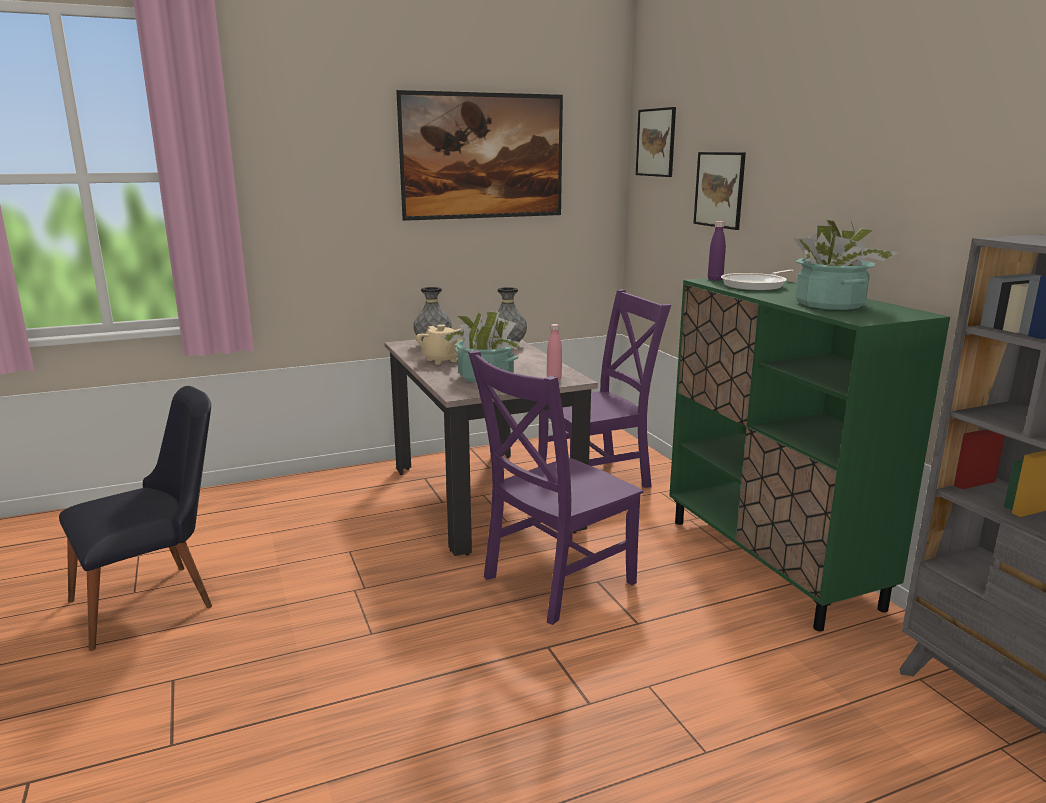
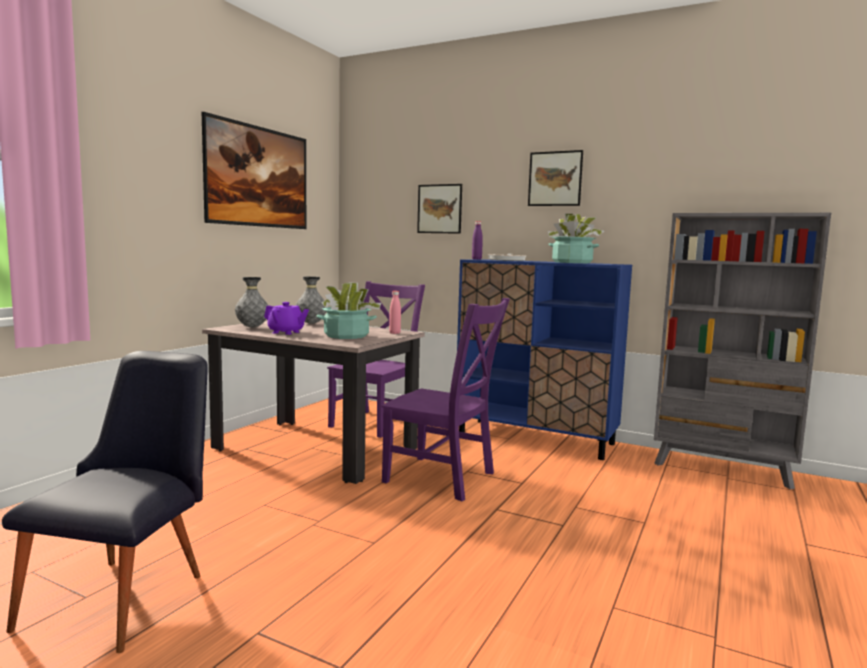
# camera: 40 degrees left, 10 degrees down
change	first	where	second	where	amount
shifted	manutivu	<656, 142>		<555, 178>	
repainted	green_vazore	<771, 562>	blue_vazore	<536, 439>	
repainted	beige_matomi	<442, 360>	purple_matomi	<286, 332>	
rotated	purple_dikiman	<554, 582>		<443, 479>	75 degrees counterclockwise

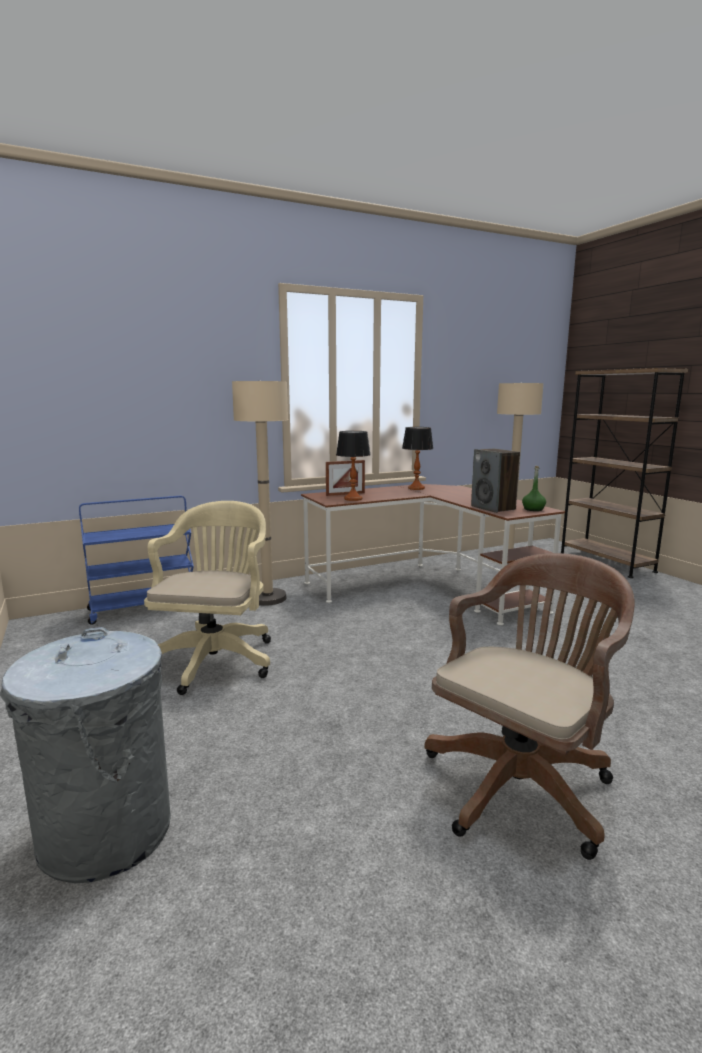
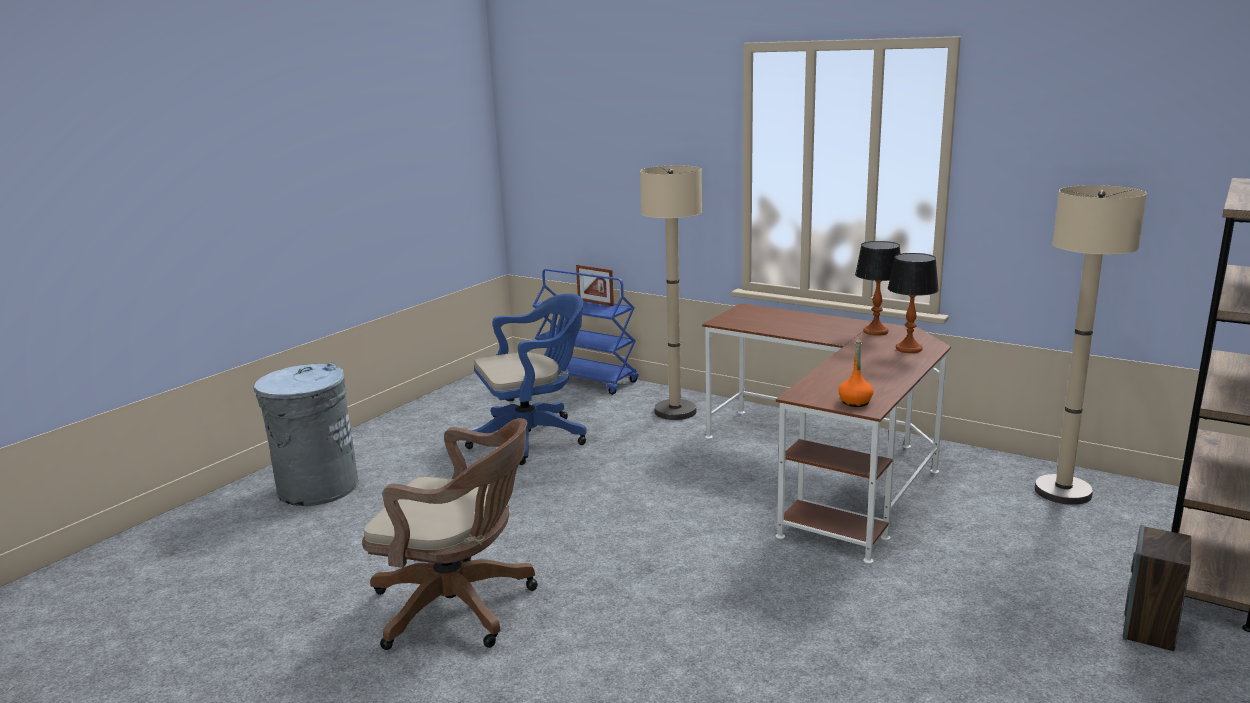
# camera: 60 degrees right, 5 degrees up
change	first	where	second	where	amount
shifted	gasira	<352, 499>		<908, 349>	
shifted	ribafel	<493, 508>		<1150, 629>	
shifted	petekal	<345, 494>		<595, 303>	
repainted	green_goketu	<533, 509>	orange_goketu	<855, 402>	
repainted	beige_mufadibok	<216, 658>	blue_mufadibok	<534, 438>	

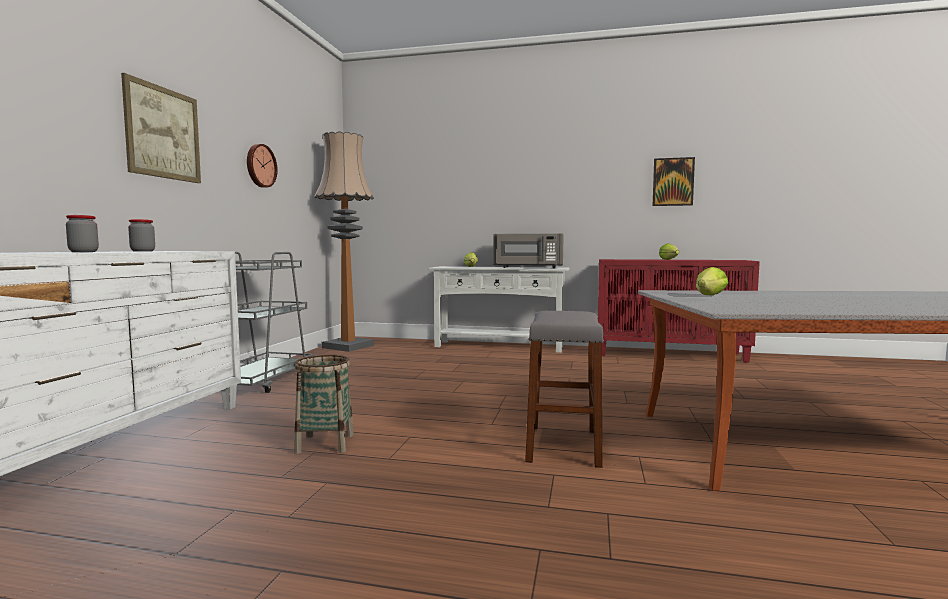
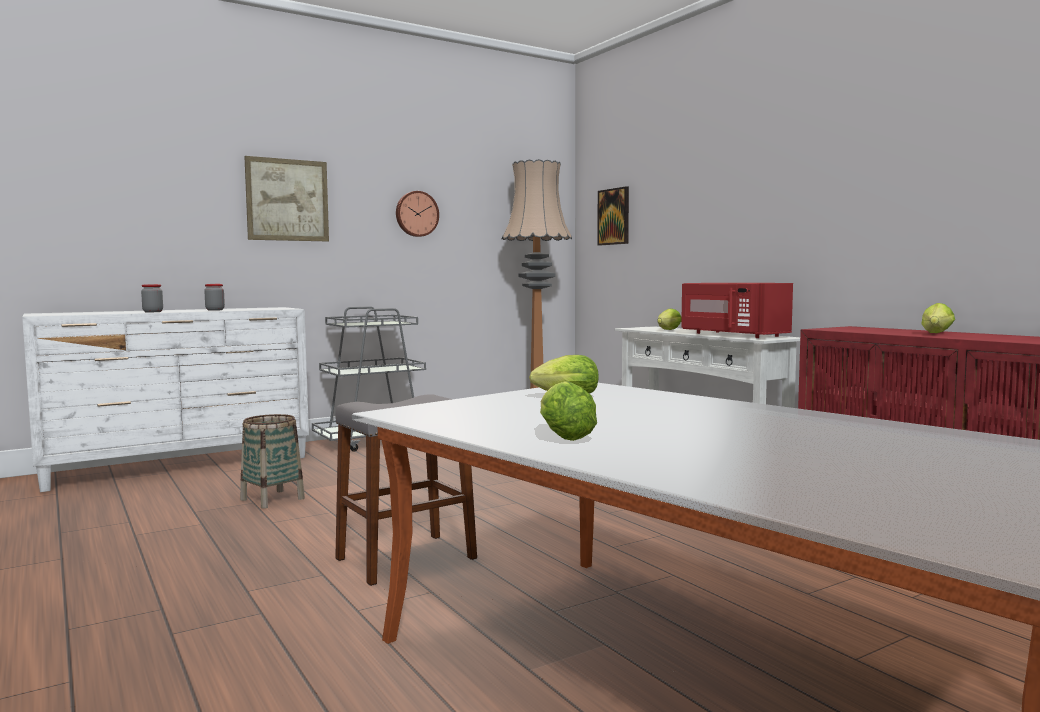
# camera: 45 degrees right, 0 degrees up
change	first	where	second	where	amount
shifted	manutivu	<673, 182>		<614, 216>	
repainted	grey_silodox	<528, 267>	red_silodox	<731, 335>	
new			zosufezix	<563, 436>	

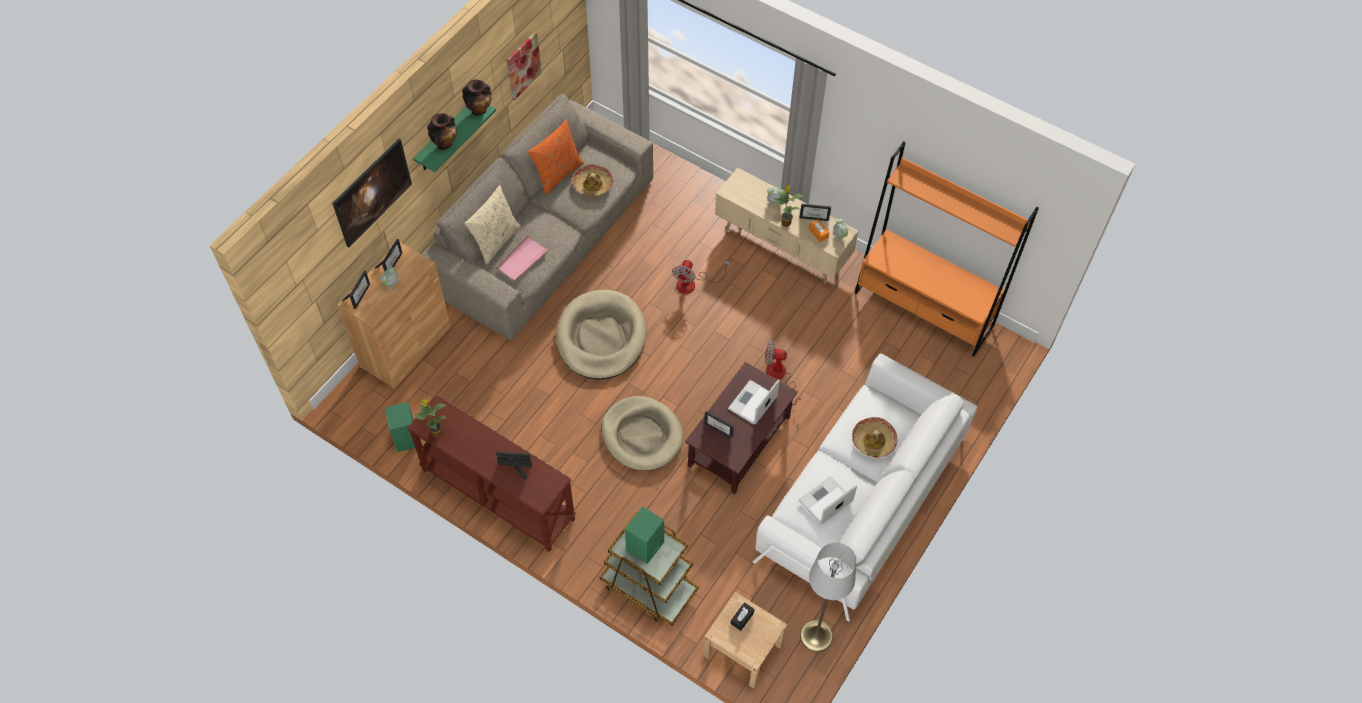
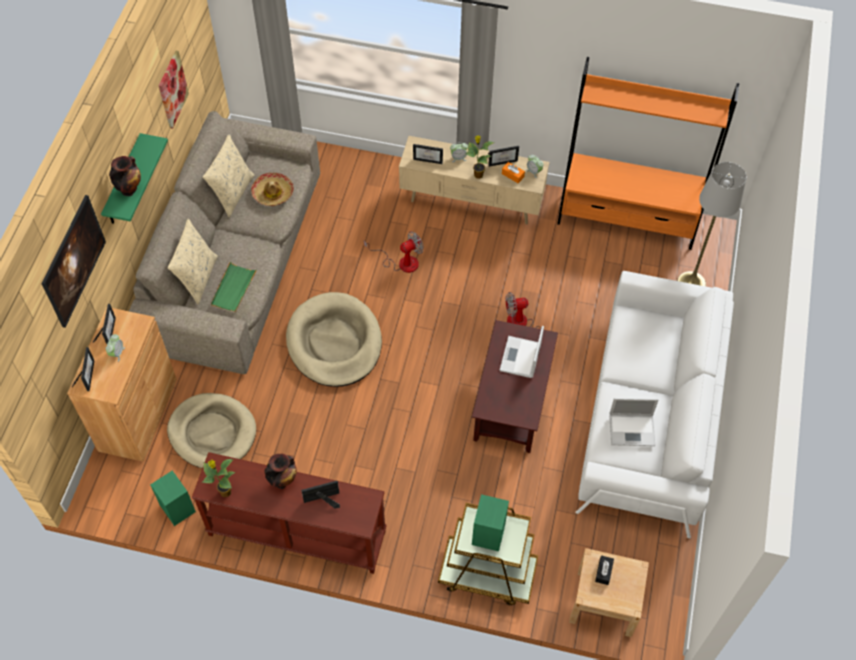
# camera: 20 degrees left, 0 degrees up
change	first	where	second	where	amount
shifted	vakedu	<480, 110>		<283, 479>	
repainted	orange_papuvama	<558, 174>	beige_papuvama	<232, 193>	
repainted	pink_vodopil	<522, 260>	green_vodopil	<233, 289>	
rotated	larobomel	<692, 283>		<401, 262>	120 degrees counterclockwise
shifted	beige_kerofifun	<642, 435>		<212, 432>	
shifted	petekal	<720, 428>		<429, 159>	
gone	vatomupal	<873, 441>			
rotated	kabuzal	<825, 501>		<633, 429>	120 degrees counterclockwise
shifted	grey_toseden	<816, 636>		<691, 283>	

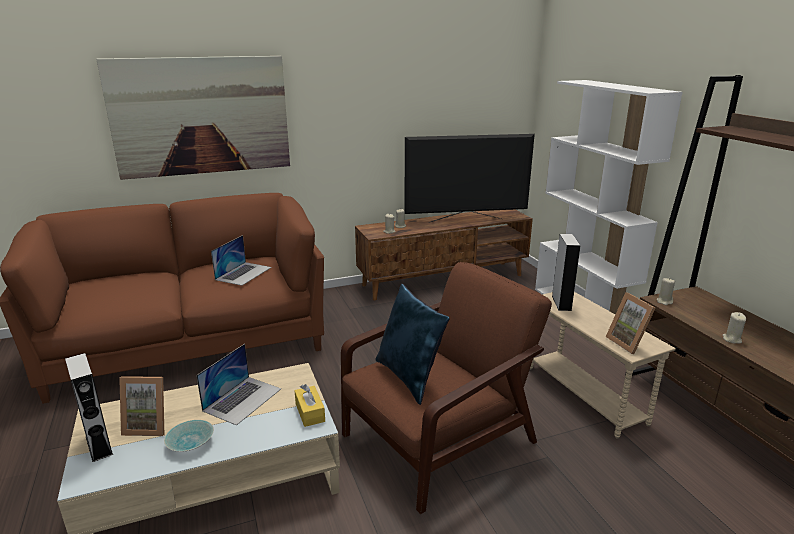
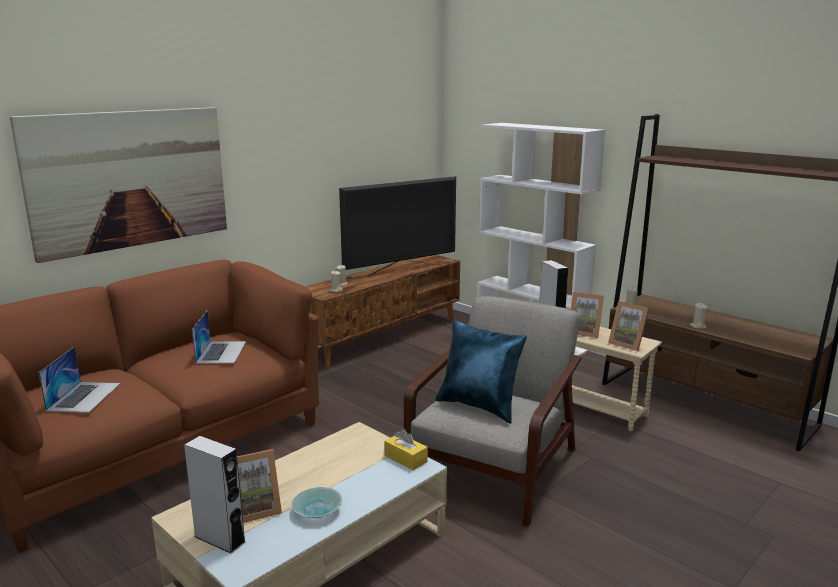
# camera: 25 degrees left, 5 degrees down
change	first	where	second	where	amount
repainted	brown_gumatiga	<441, 437>	grey_gumatiga	<495, 467>	
shifted	kabuzal	<242, 399>		<84, 396>	
new			petekal	<584, 332>	

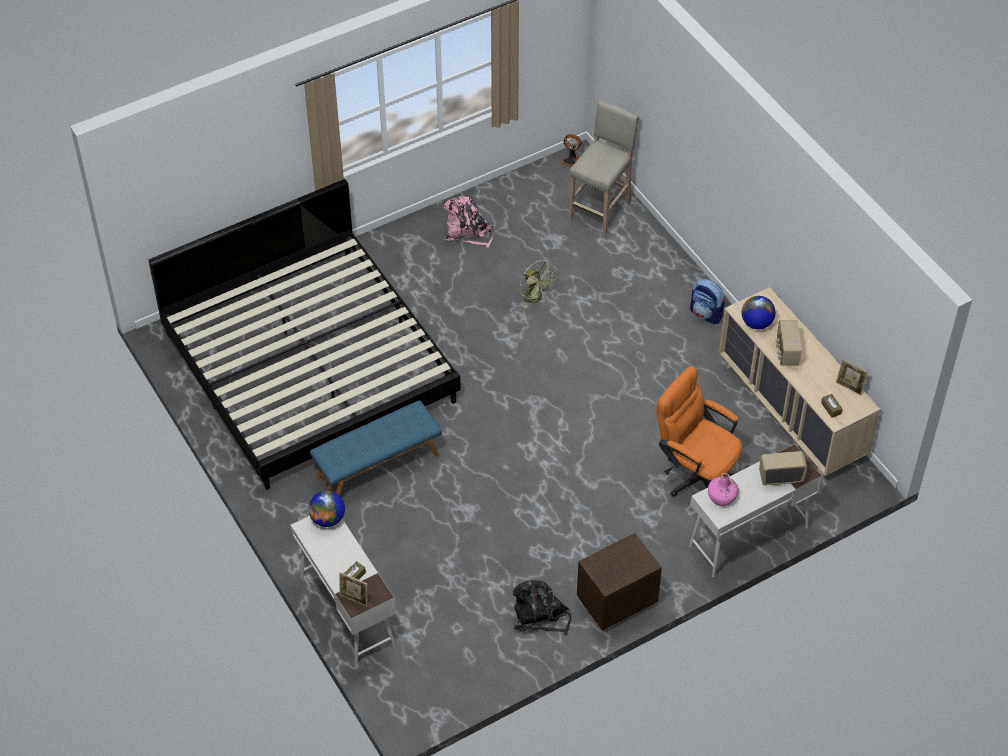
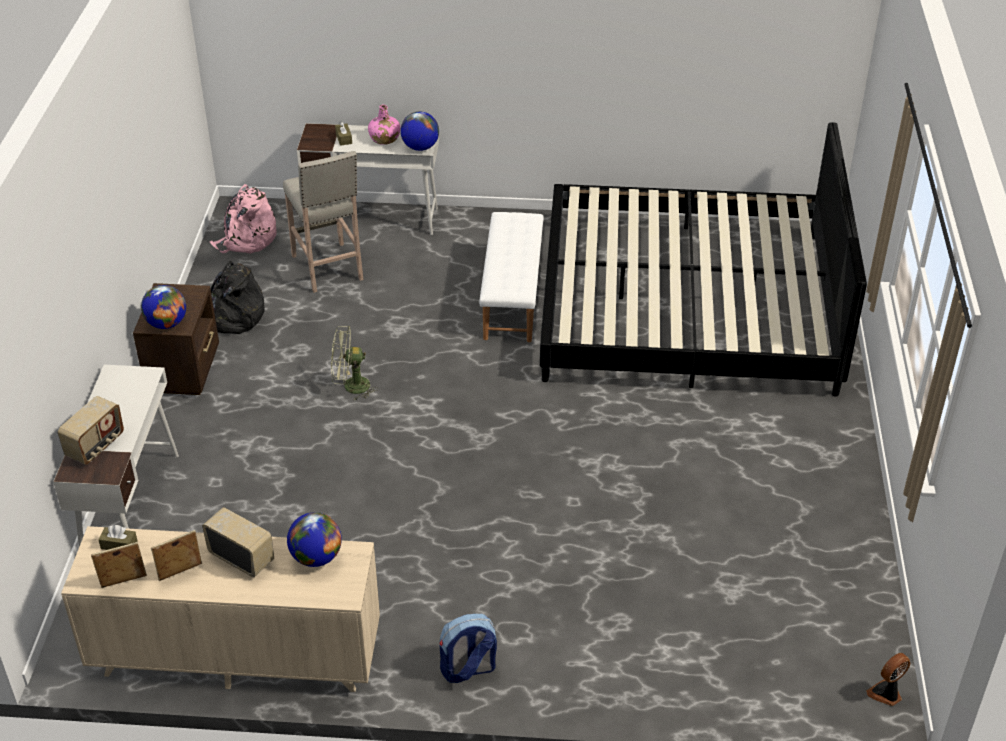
# camera: 125 degrees right, 10 degrees down
change	first	where	second	where	amount
shifted	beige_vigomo	<601, 210>		<328, 269>	
shifted	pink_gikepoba	<468, 232>		<247, 240>	
shifted	green_larobomel	<536, 298>		<351, 387>	
gone	orange_mufadibok	<695, 474>			
repainted	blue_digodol	<378, 466>	white_digodol	<513, 296>	
shifted	pink_goketu	<722, 497>		<384, 139>	
shifted	petekal	<354, 599>		<180, 573>	
new			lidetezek	<167, 324>	

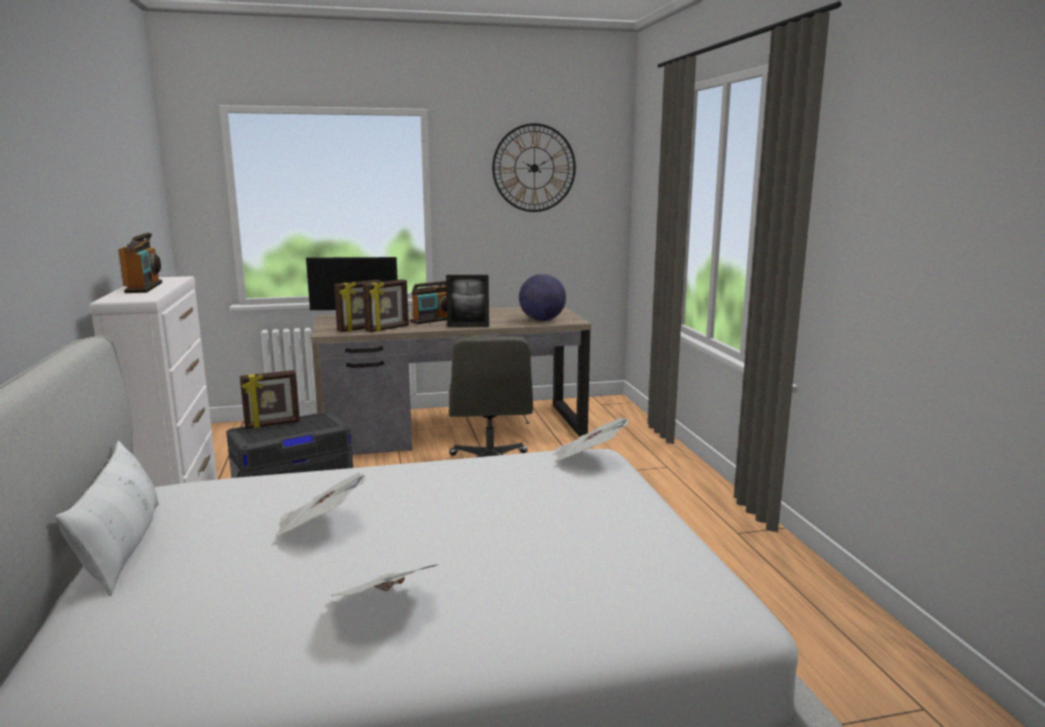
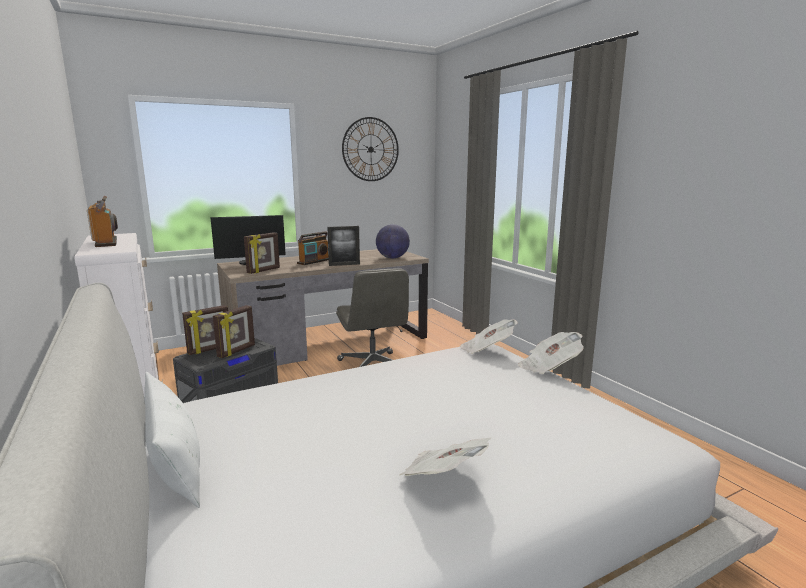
# camera: 15 degrees left, 0 degrees up
change	first	where	second	where	amount
shifted	petekal	<387, 329>		<237, 351>	
shifted	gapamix	<320, 526>		<549, 367>	

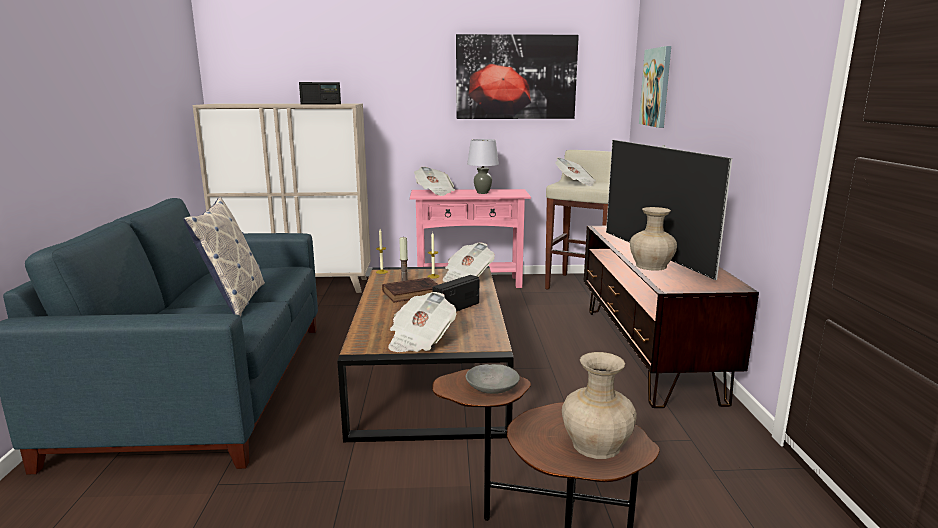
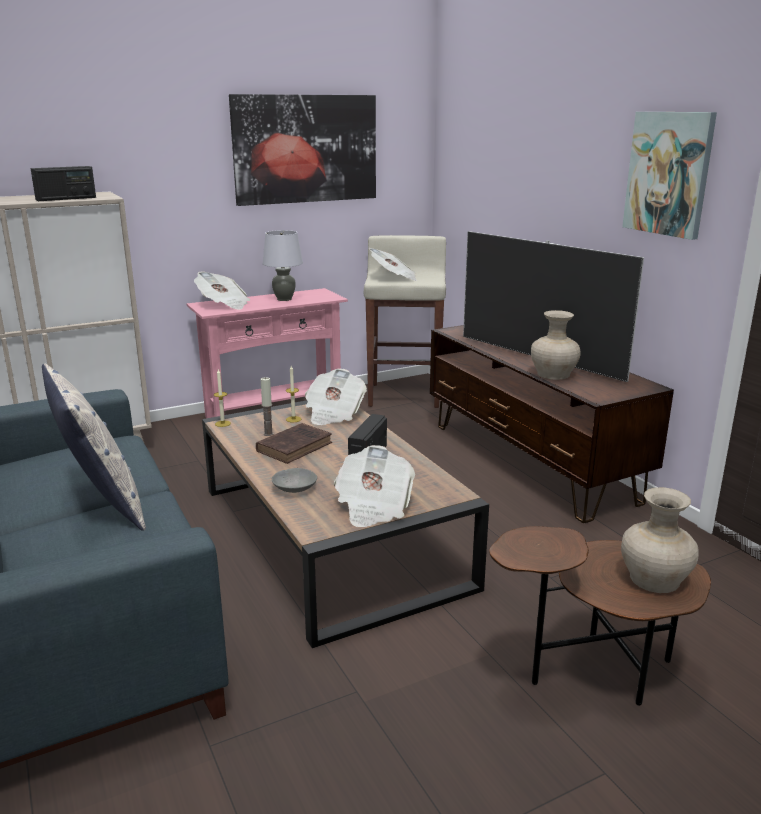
# camera: 25 degrees left, 5 degrees up
change	first	where	second	where	amount
shifted	manutivu	<656, 87>		<669, 173>	
shifted	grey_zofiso	<492, 388>		<295, 488>	

